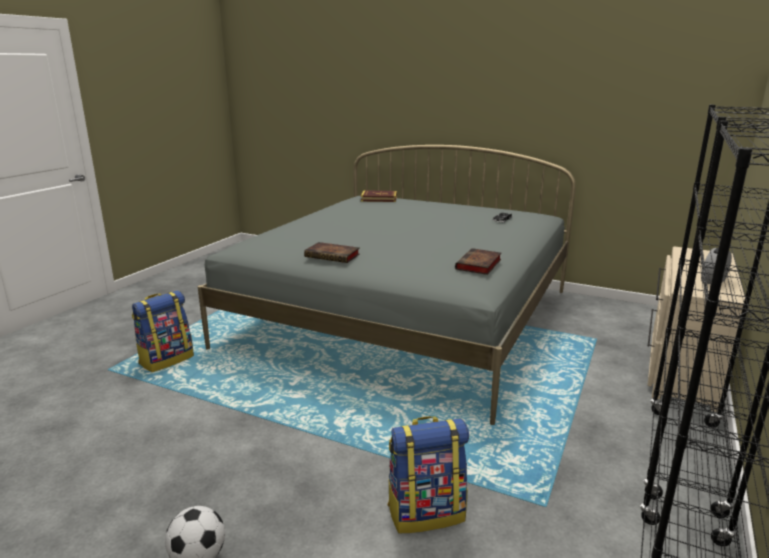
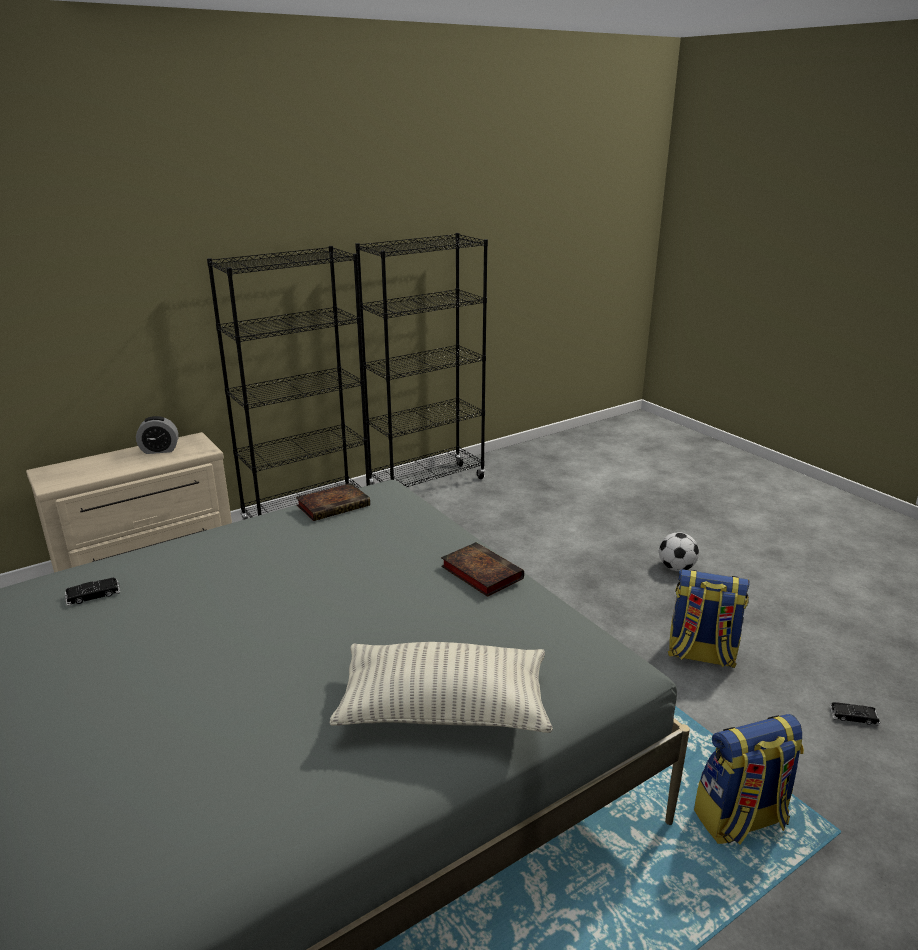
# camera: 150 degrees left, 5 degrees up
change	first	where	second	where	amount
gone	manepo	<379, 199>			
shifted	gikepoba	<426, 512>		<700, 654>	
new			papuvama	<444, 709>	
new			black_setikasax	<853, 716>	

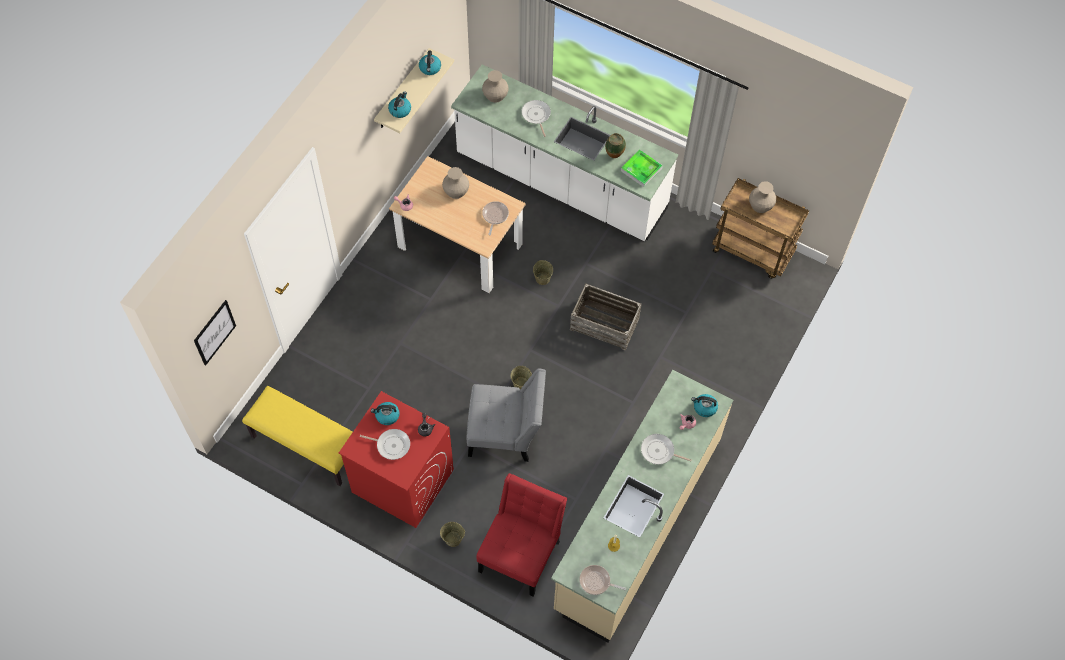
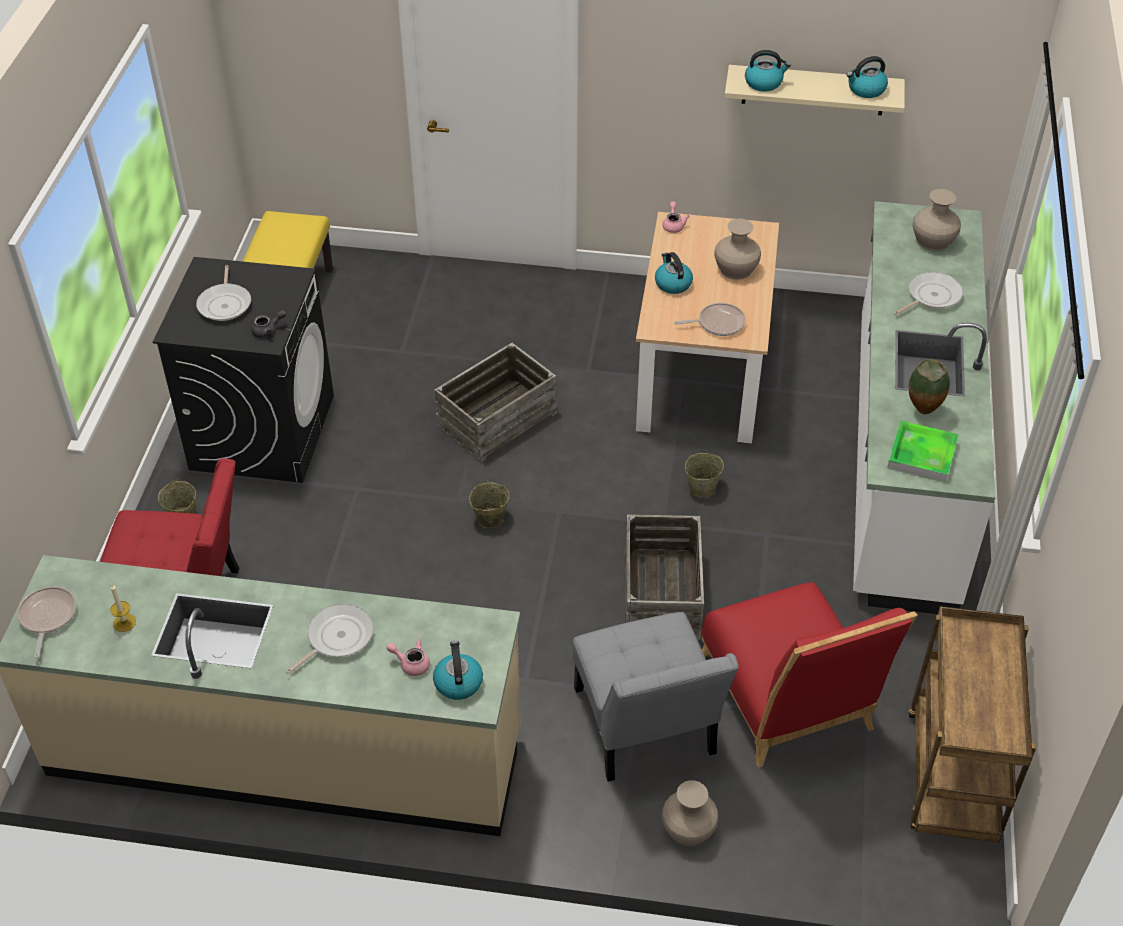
# camera: 70 degrees right, 15 degrees down
change	first	where	second	where	amount
shifted	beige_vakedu	<760, 205>		<688, 829>	
gone	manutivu	<214, 332>			
shifted	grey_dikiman	<506, 433>		<646, 729>	
repainted	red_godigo	<402, 480>	black_godigo	<262, 431>	
shifted	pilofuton	<387, 416>		<672, 283>	
rotated	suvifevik	<659, 451>		<337, 637>	45 degrees clockwise
new			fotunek	<496, 419>	
new			red_dikiman	<789, 701>	

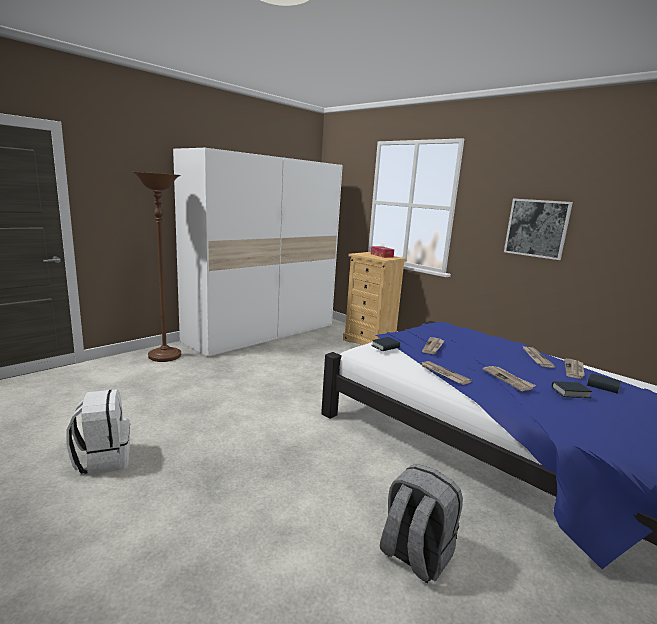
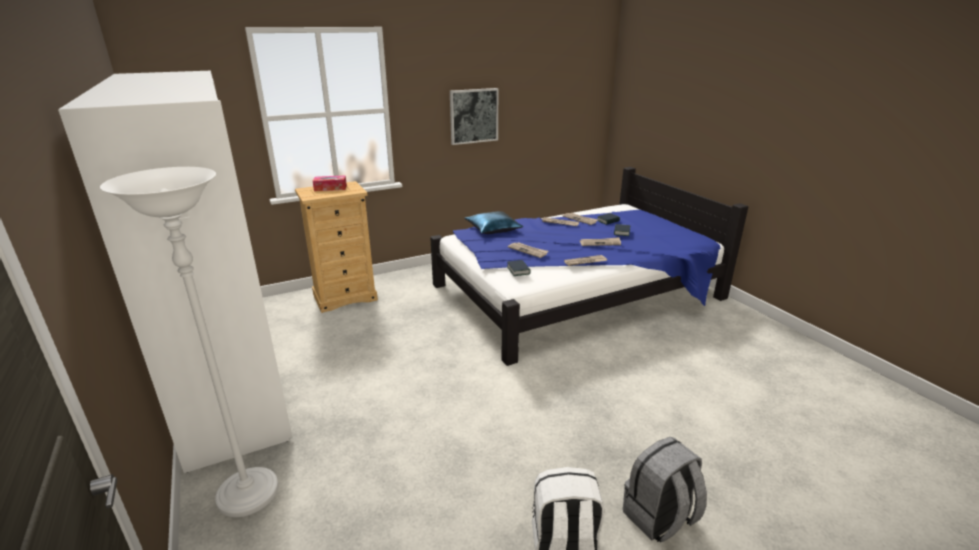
# camera: 70 degrees left, 10 degrees up
change	first	where	second	where	amount
repainted	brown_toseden	<165, 356>	white_toseden	<248, 494>	
shifted	grey_gikepoba	<414, 555>		<659, 518>	
new			blue_papuvama	<493, 229>	

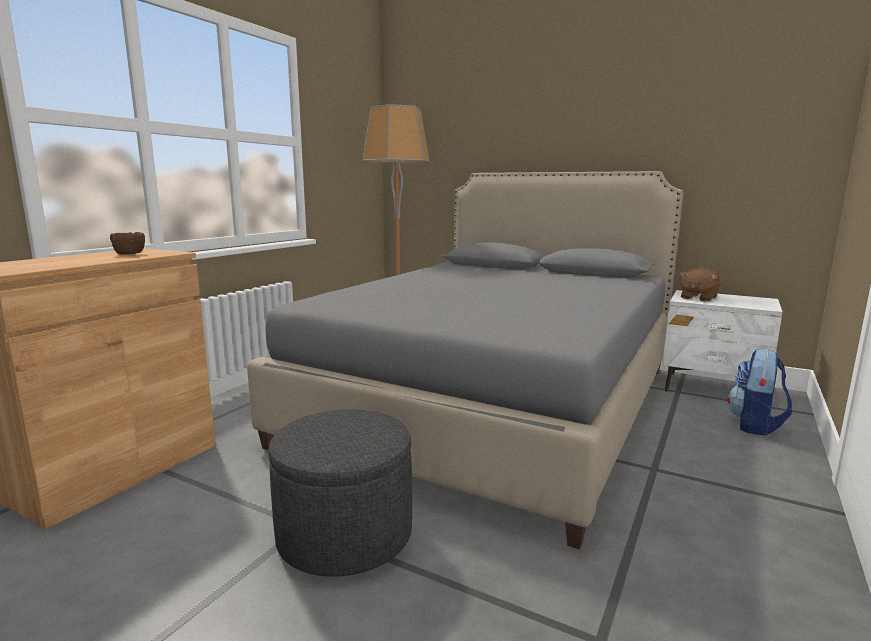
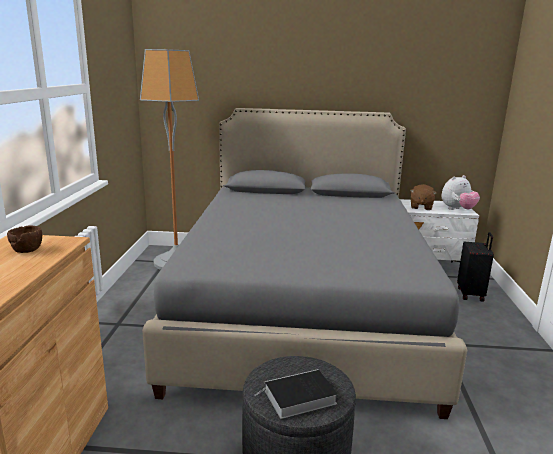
# camera: 25 degrees left, 5 degrees up
change	first	where	second	where	amount
swapped	gikepoba	<755, 425>	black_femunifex	<471, 294>	
new			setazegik	<457, 210>	
new			manepo	<298, 398>	

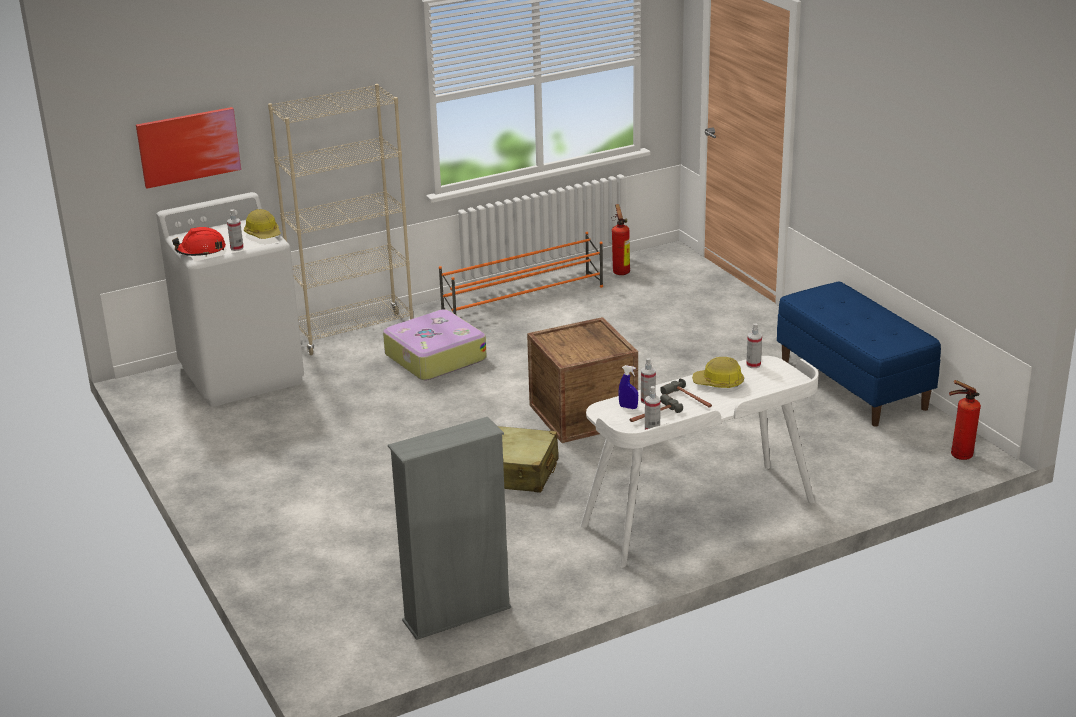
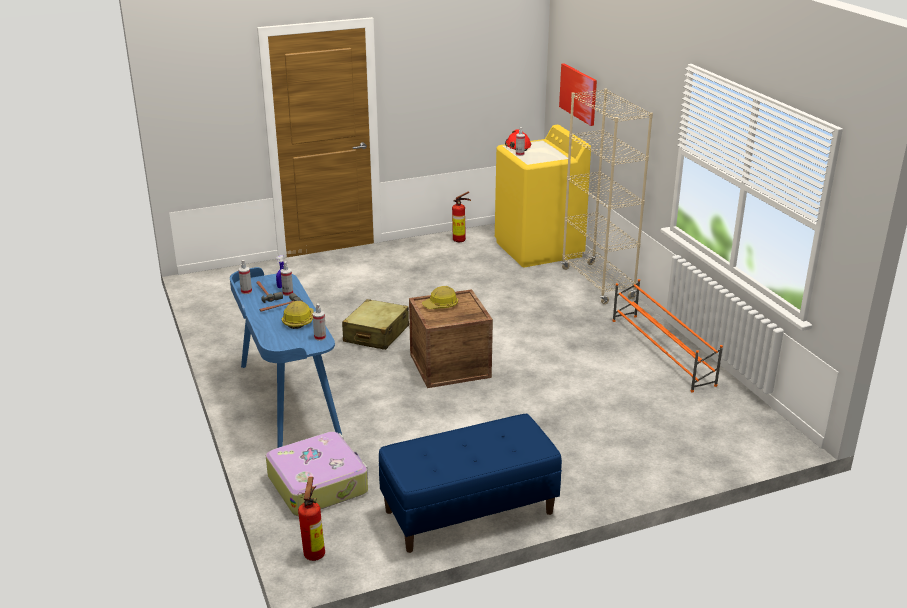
# camera: 95 degrees right, 0 degrees up
change	first	where	second	where	amount
repainted	white_godigo	<242, 374>	yellow_godigo	<539, 249>	
shifted	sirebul	<620, 271>		<461, 240>	
shifted	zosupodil	<263, 233>		<441, 305>	
shifted	femunifex	<434, 357>		<318, 484>	
repainted	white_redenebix	<699, 515>	blue_redenebix	<287, 401>	
gone	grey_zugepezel	<457, 615>			

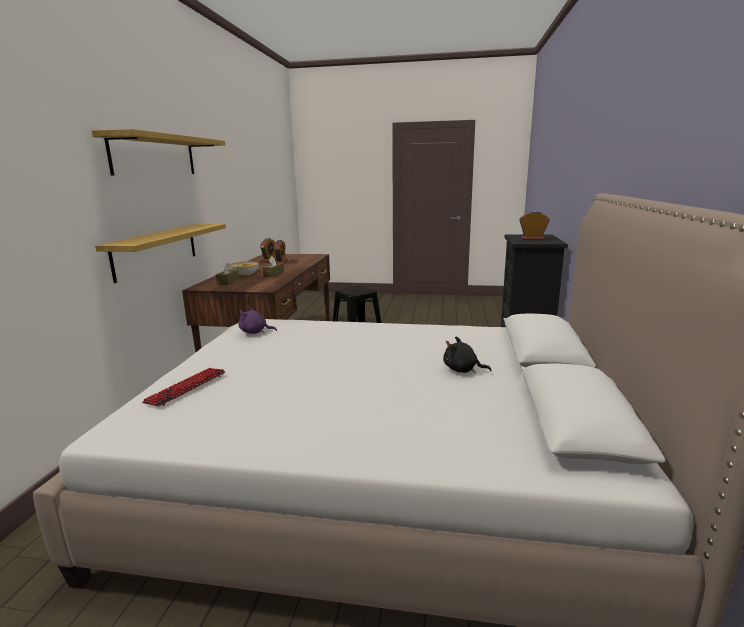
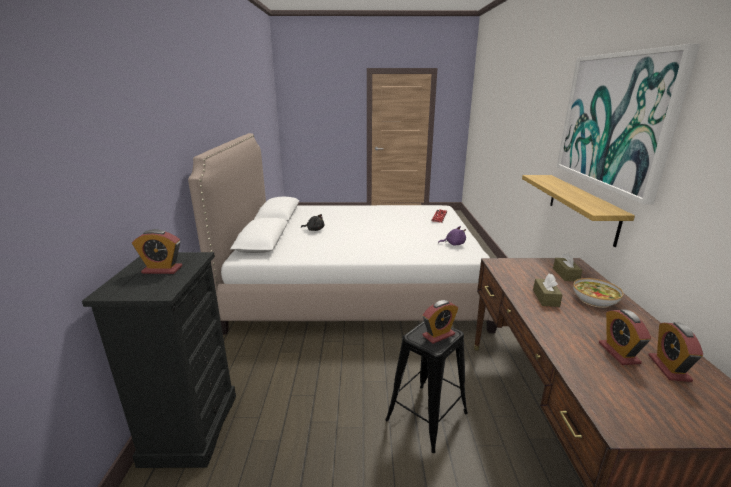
# camera: 170 degrees right, 5 degrees up
change	first	where	second	where	amount
swapped	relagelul	<155, 156>	manutivu	<614, 121>	
new			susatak	<438, 335>	

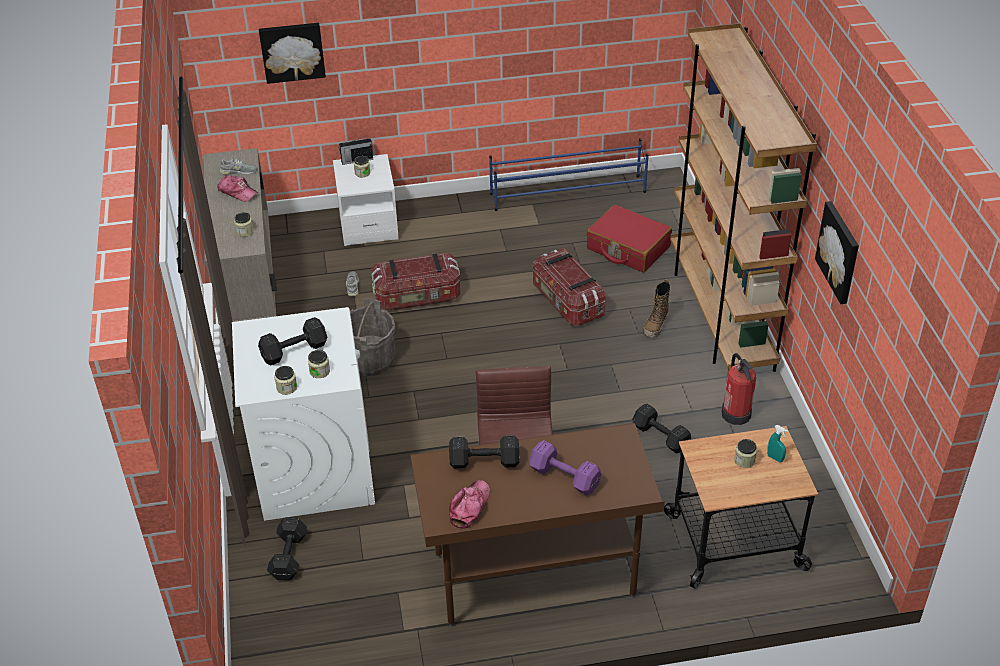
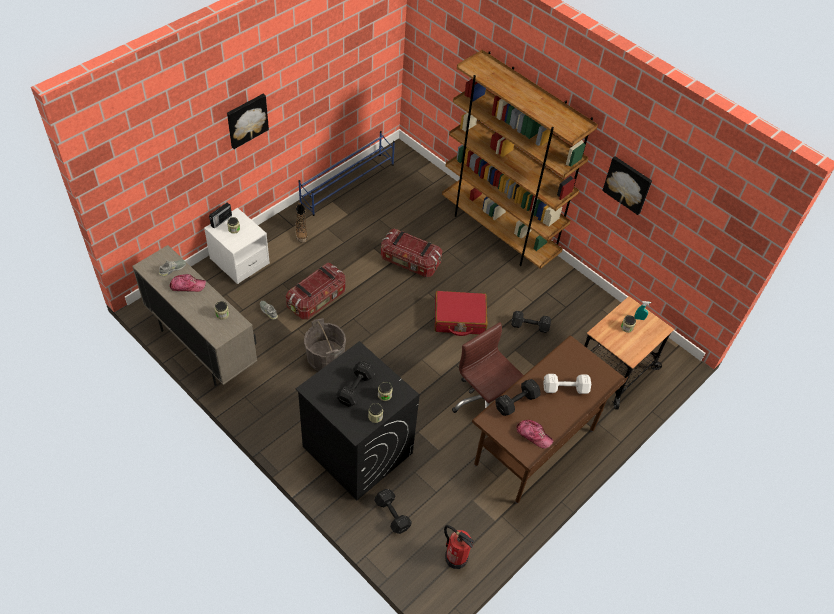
# camera: 40 degrees left, 10 degrees up
change	first	where	second	where	amount
shifted	manutivu	<292, 51>		<246, 120>	
shifted	red_femunifex	<627, 248>		<459, 318>	
shifted	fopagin	<656, 325>		<301, 233>	
repainted	white_godigo	<315, 468>	black_godigo	<357, 449>	
shifted	sirebul	<736, 413>		<456, 557>	
repainted	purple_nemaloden	<565, 478>	white_nemaloden	<566, 389>	
rotated	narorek	<469, 507>		<533, 435>	135 degrees clockwise

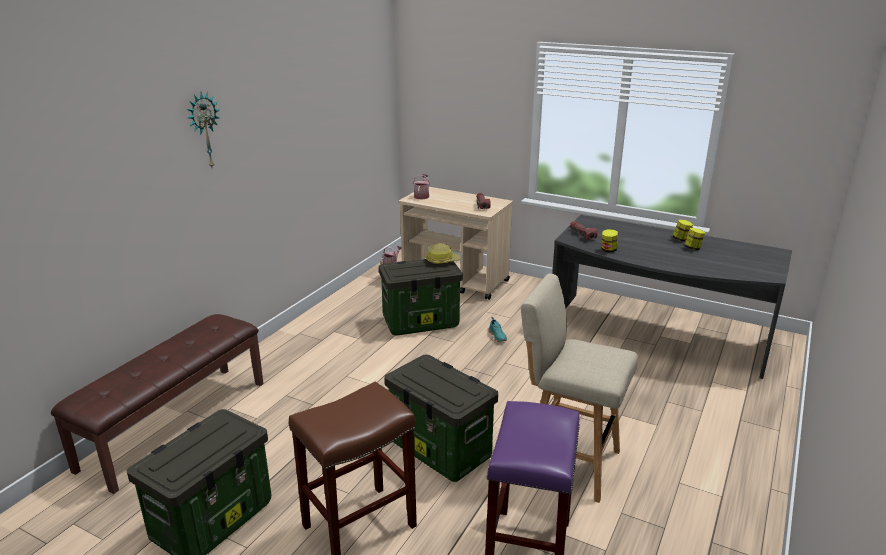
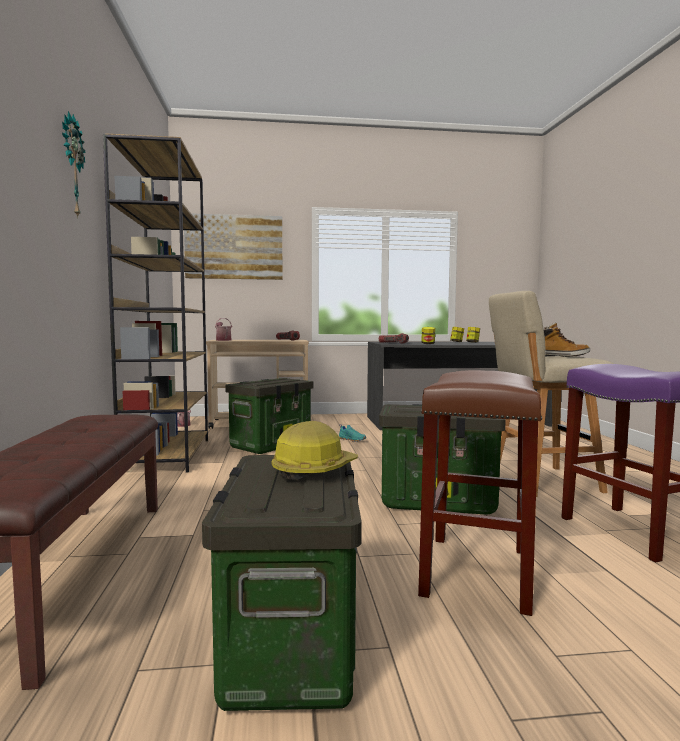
# camera: 35 degrees left, 20 degrees down
change	first	where	second	where	amount
shifted	zosupodil	<442, 261>		<313, 470>	
new			brown_zugepezel	<167, 455>	
new			manutivu	<234, 247>	
new			fopagin	<561, 356>	

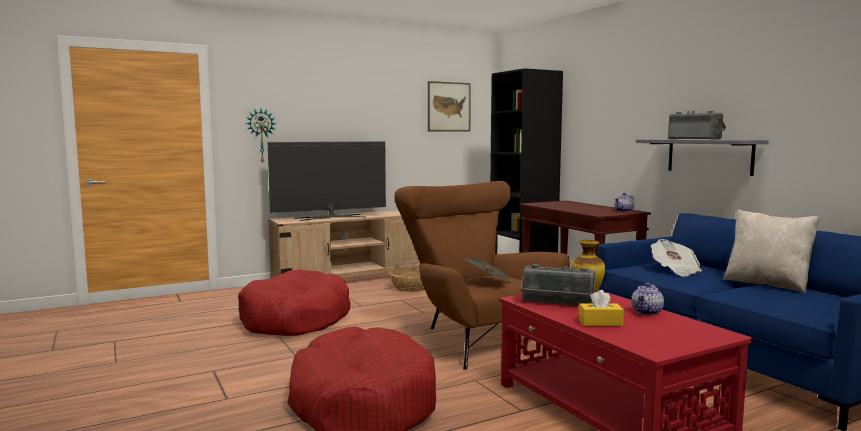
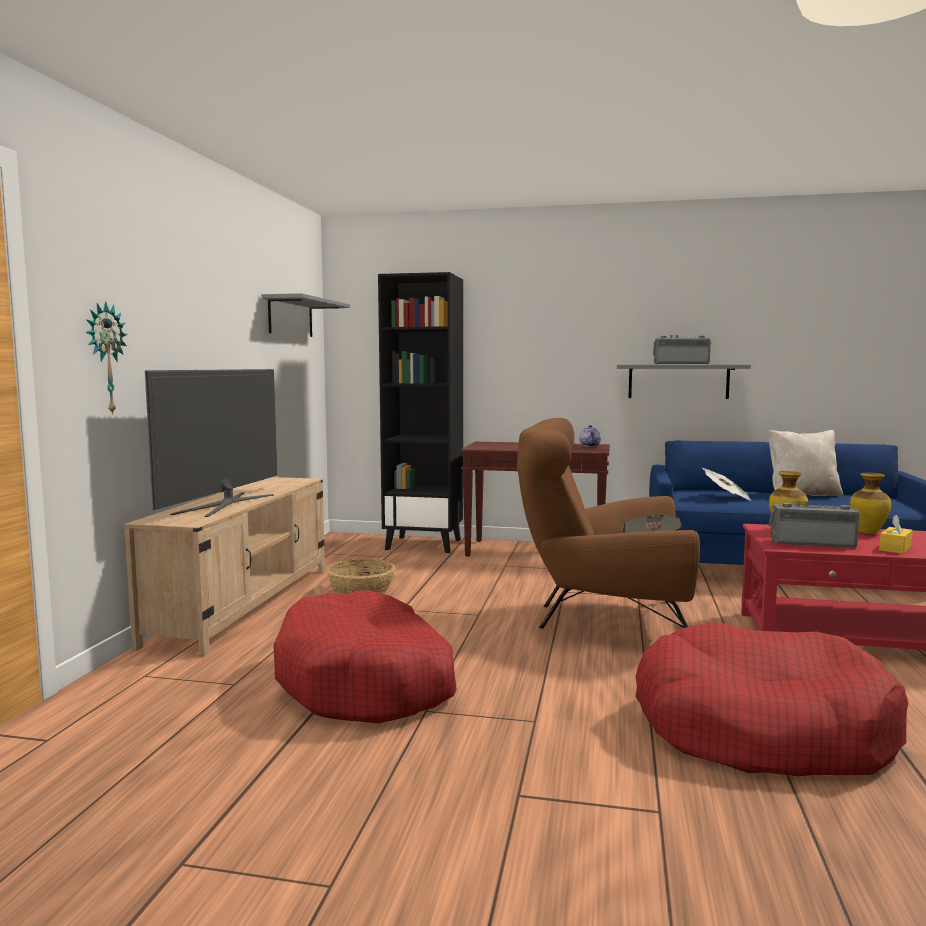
# camera: 50 degrees left, 0 degrees up
change	first	where	second	where	amount
swapped	manutivu	<449, 107>	grey_relagelul	<290, 317>	
rotated	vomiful	<557, 303>		<812, 542>	135 degrees counterclockwise
swapped	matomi	<647, 312>	vakedu	<868, 532>	

